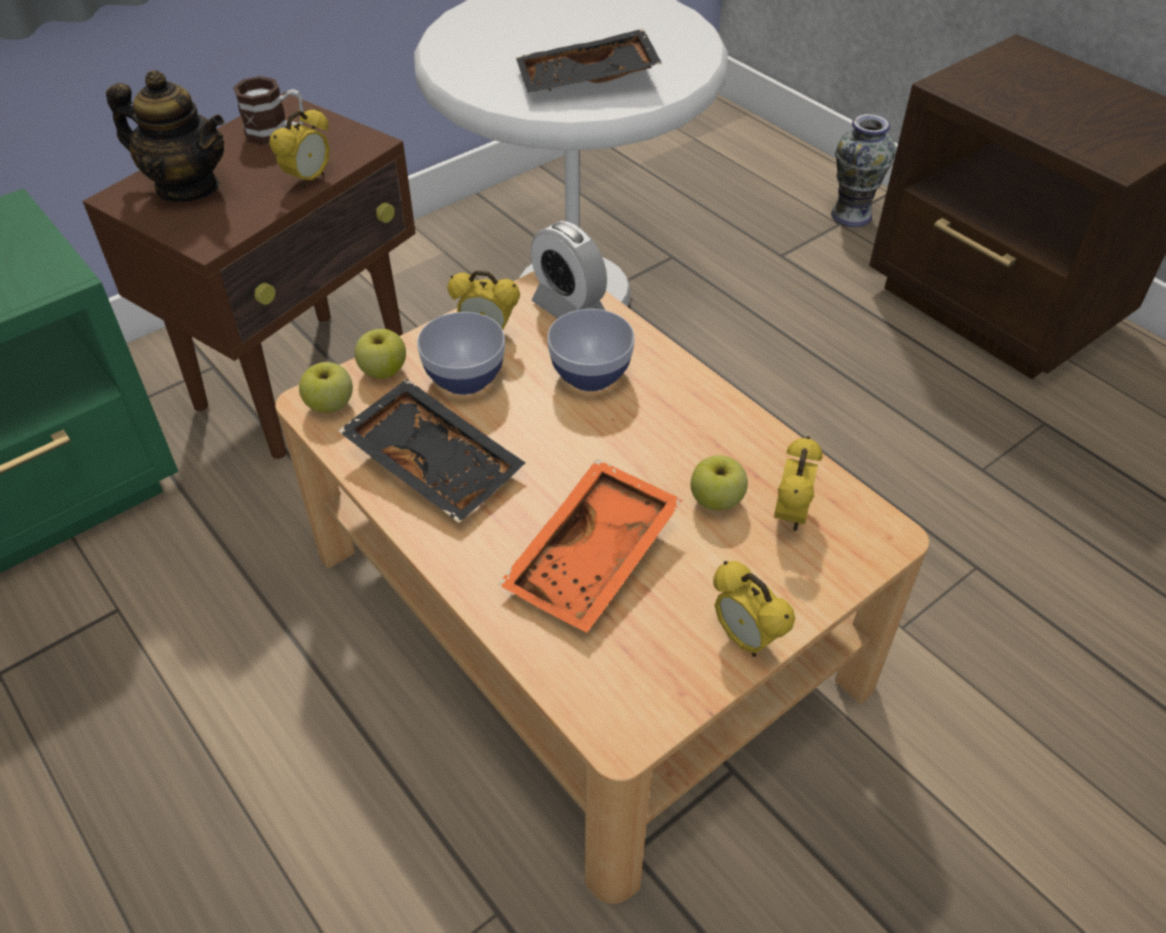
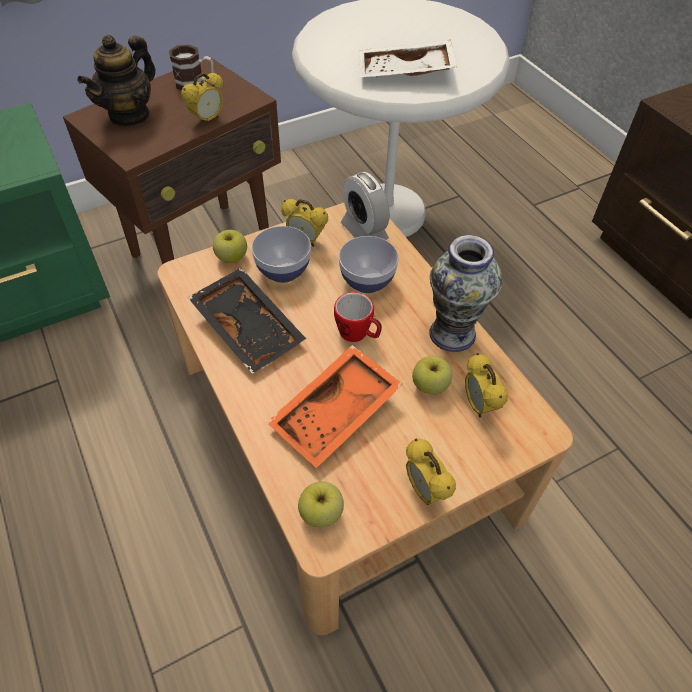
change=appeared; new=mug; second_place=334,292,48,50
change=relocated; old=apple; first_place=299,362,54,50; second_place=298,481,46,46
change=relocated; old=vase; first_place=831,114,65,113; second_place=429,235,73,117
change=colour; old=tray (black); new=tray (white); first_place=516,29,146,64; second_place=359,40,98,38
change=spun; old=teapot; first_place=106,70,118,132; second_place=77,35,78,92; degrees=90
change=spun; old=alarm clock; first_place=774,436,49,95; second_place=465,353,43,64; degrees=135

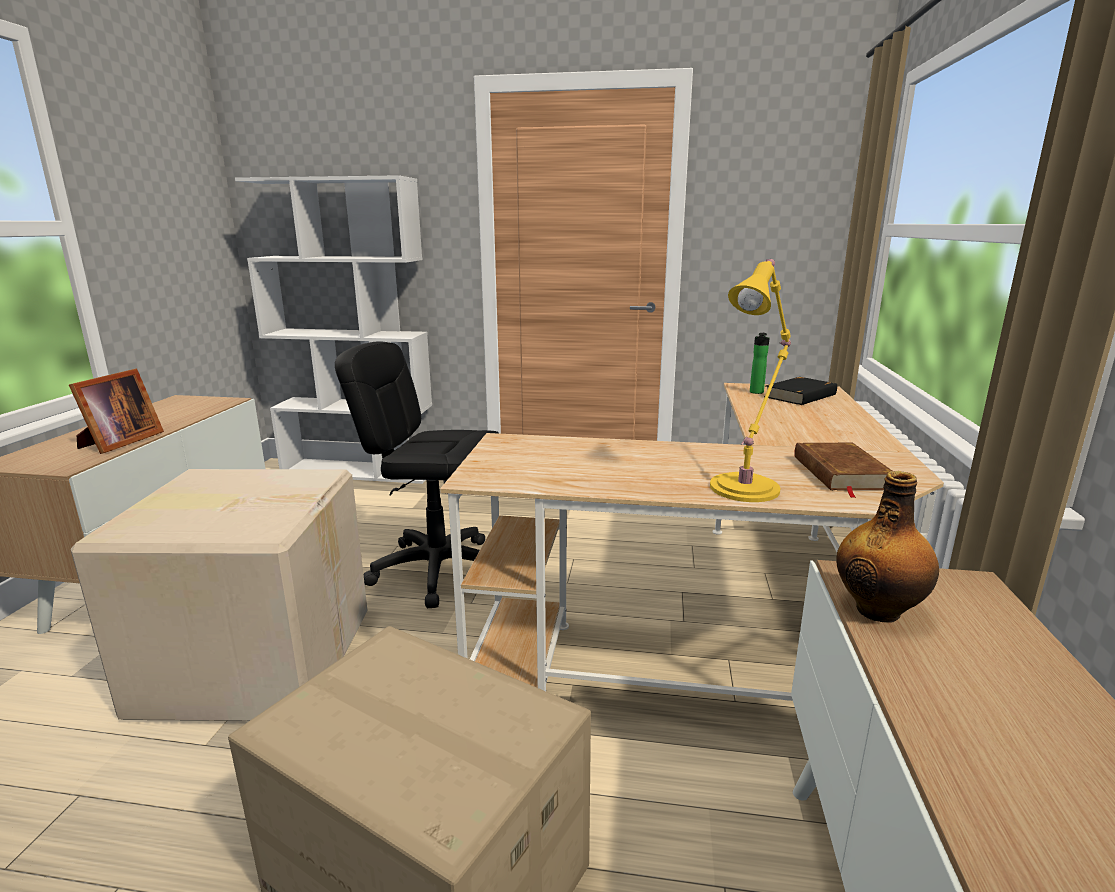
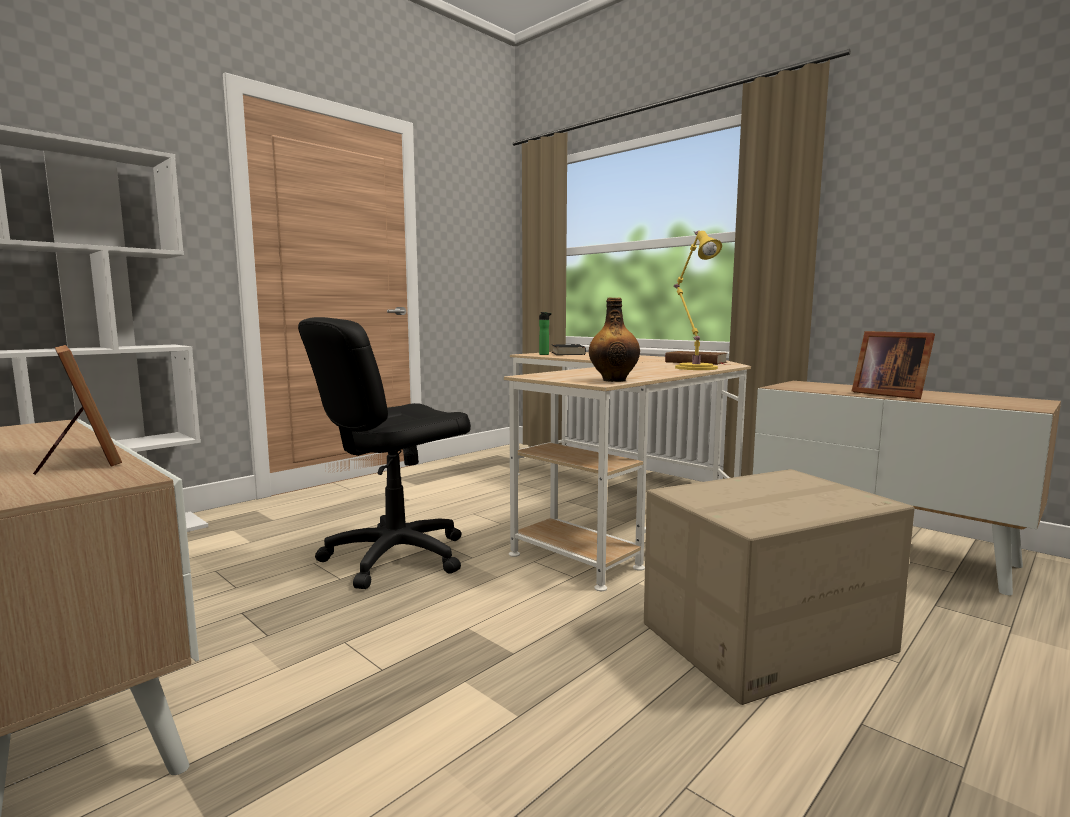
change=missing; old=cardboard box; first_place=70,469,298,252
change=appeared; new=picture frame; second_place=852,331,83,68
change=relocated; old=bottle; first_place=836,471,103,152; second_place=589,298,51,84

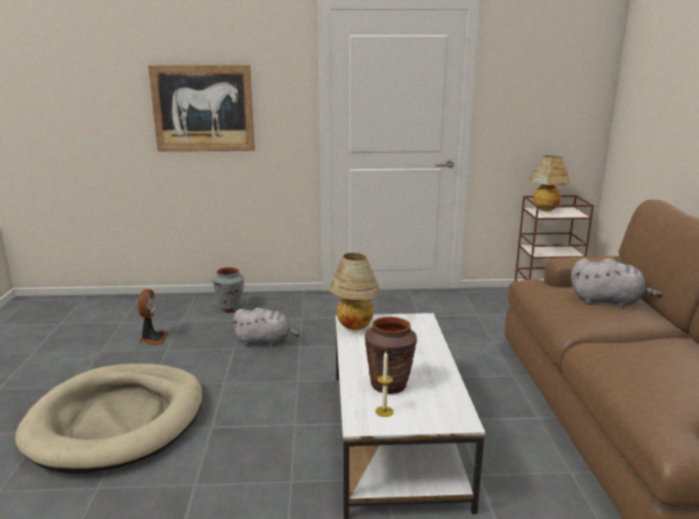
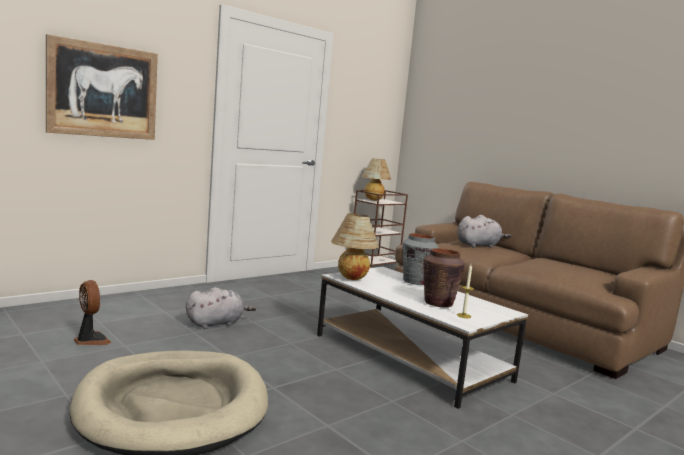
change=relocated; old=vase (grey); first_place=213,267,31,46; second_place=403,233,36,52

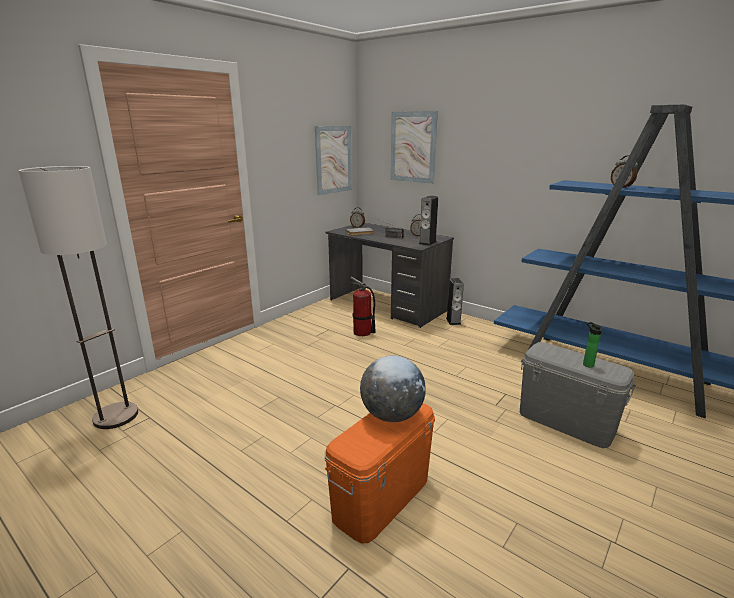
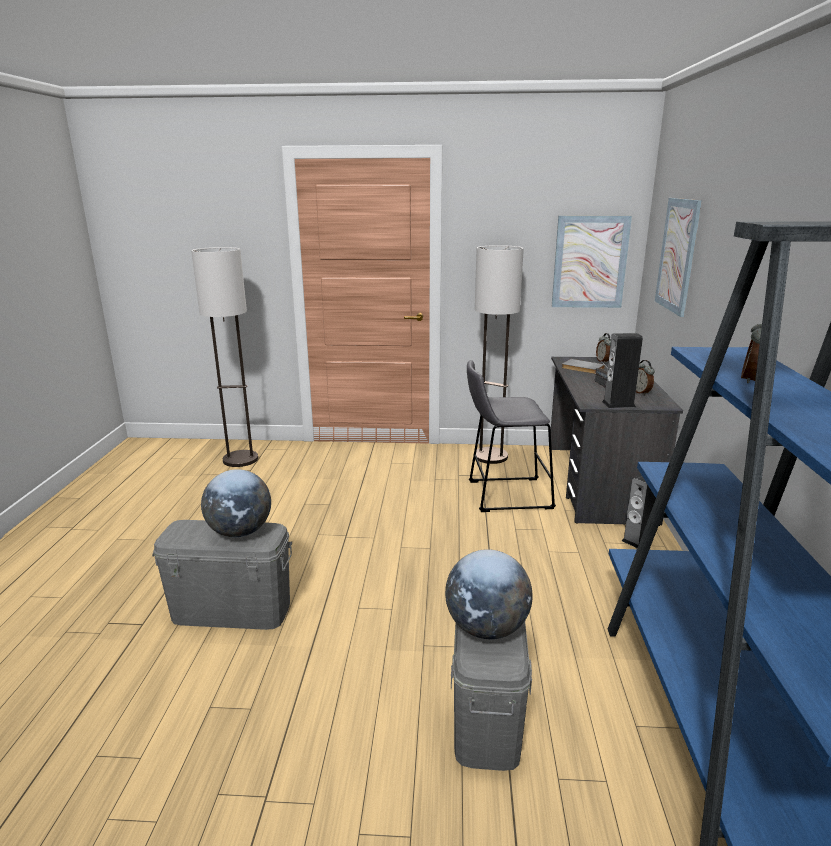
change=appeared; new=floor lamp; second_place=475,245,49,219
change=exchanged; old=fire extinguisher; new=stool (grey); first_place=351,277,25,59; second_place=467,360,89,152
change=exchanged; old=bottle; new=globe; first_place=583,322,19,46; second_place=445,549,88,90
change=colour; old=storage box (orange); new=storage box (grey); first_place=325,403,110,141; second_place=152,520,140,110

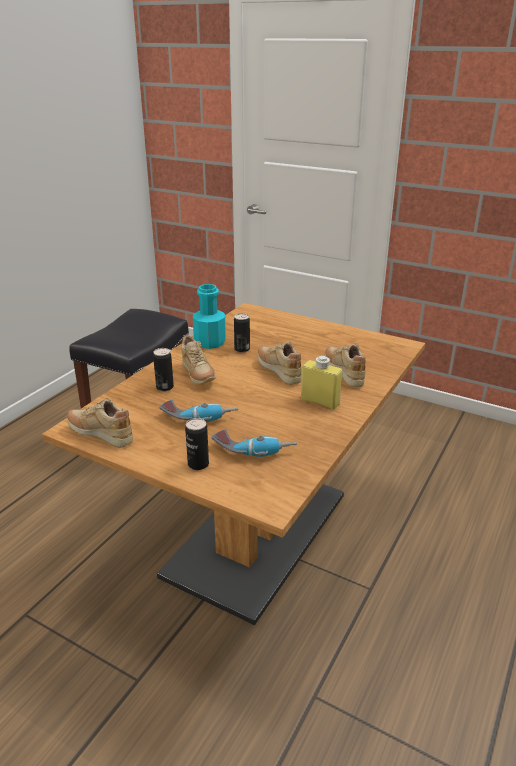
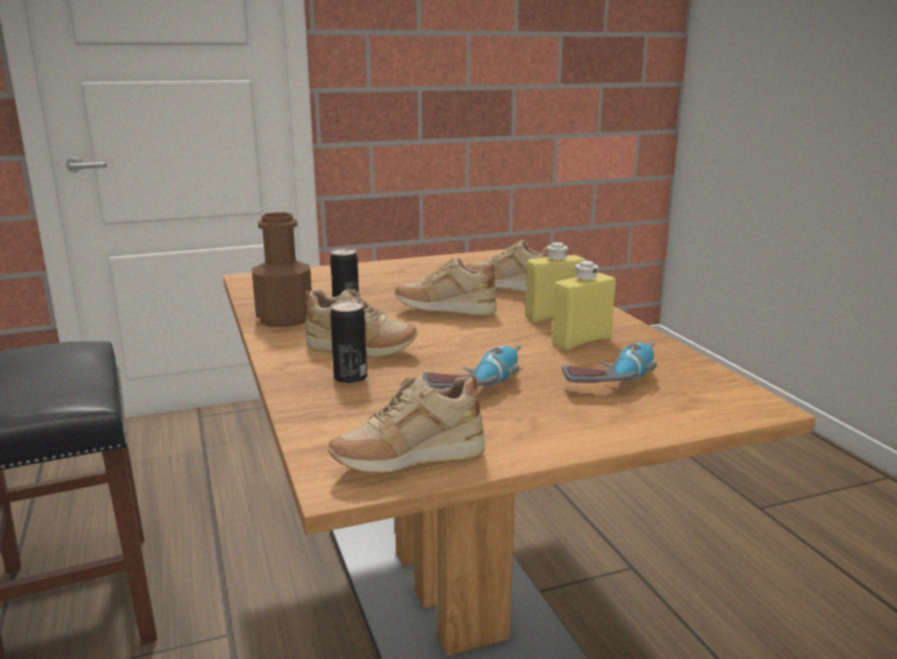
change=missing; old=can; first_place=185,418,24,52
change=appeared; new=bottle (yellow); second_place=552,261,64,89
change=colour; old=bottle (turquoise); new=bottle (brown); first_place=193,284,33,65; second_place=252,212,60,115

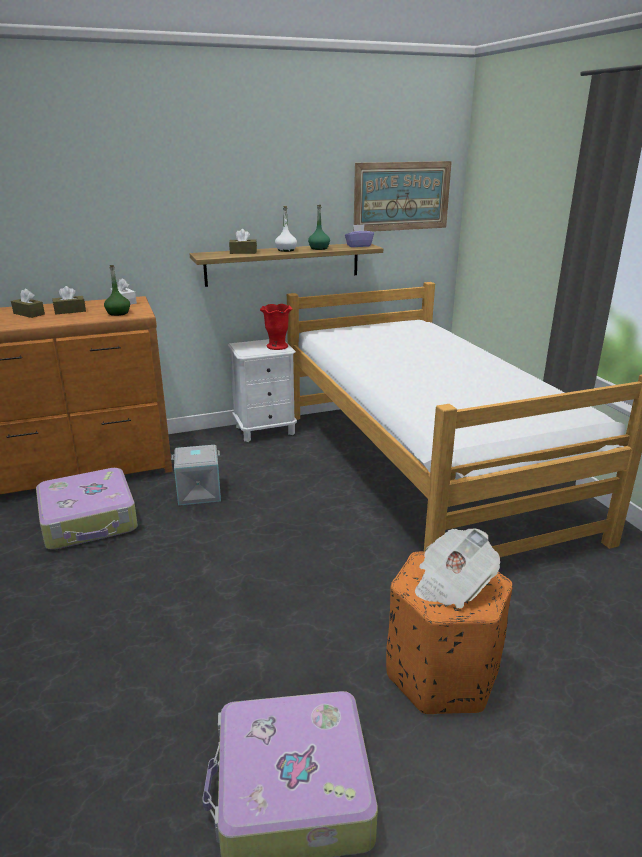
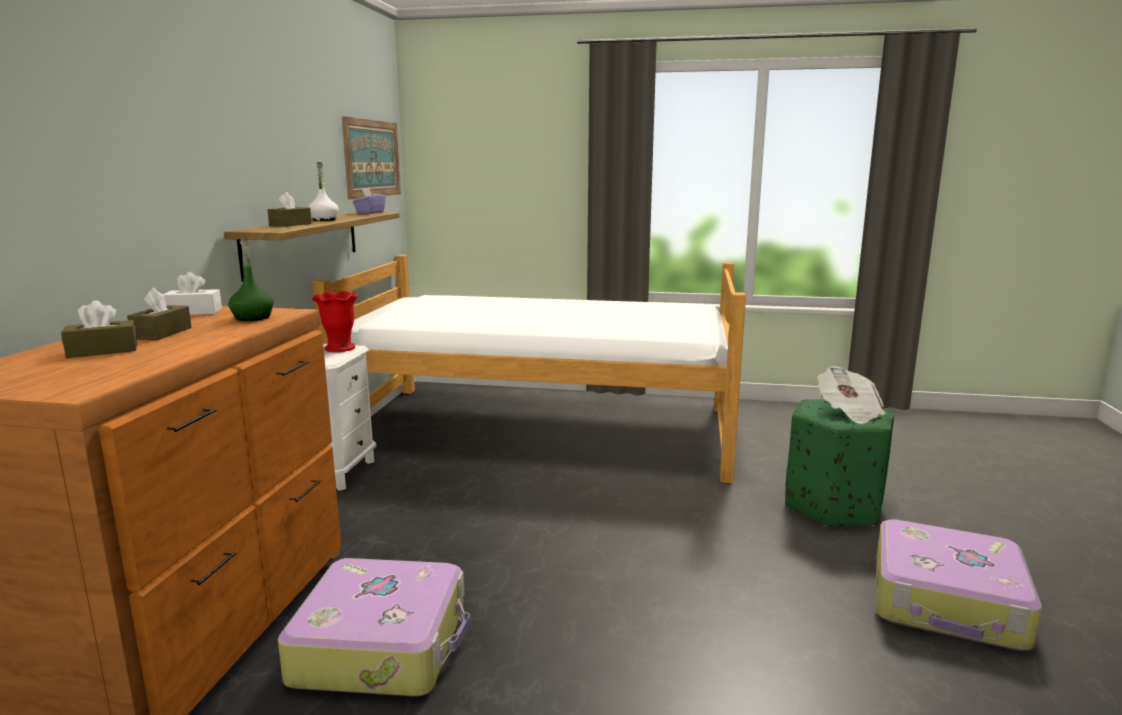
change=missing; old=storage box (grey); first_place=171,445,50,61
change=missing; old=bottle (green); first_place=308,205,22,45
change=colour; old=ottoman (orange); new=ottoman (green); first_place=386,552,127,162; second_place=785,399,109,128

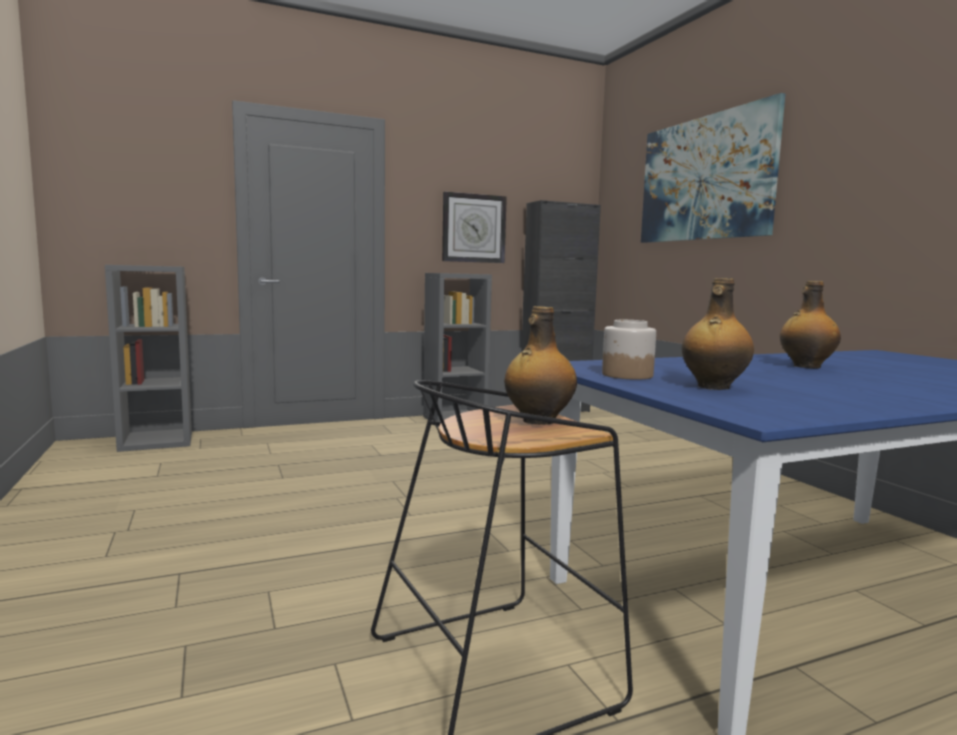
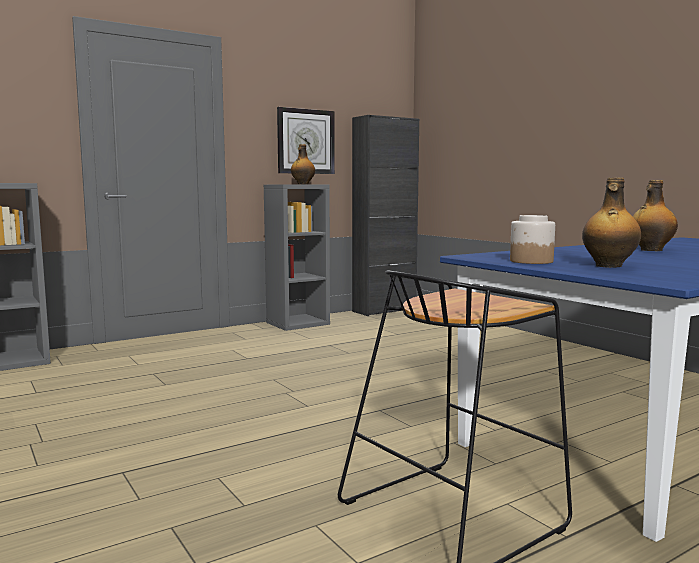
change=missing; old=picture; first_place=641,93,144,150
change=relocated; old=bottle; first_place=504,306,73,119; second_place=291,144,24,40

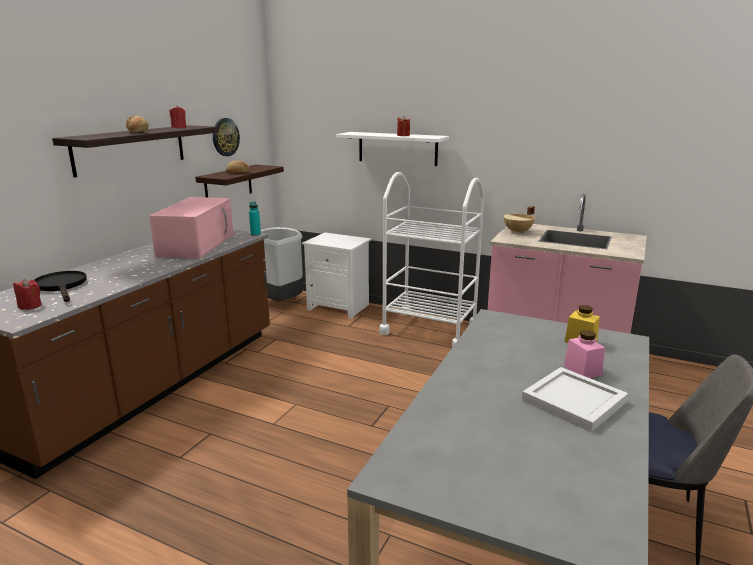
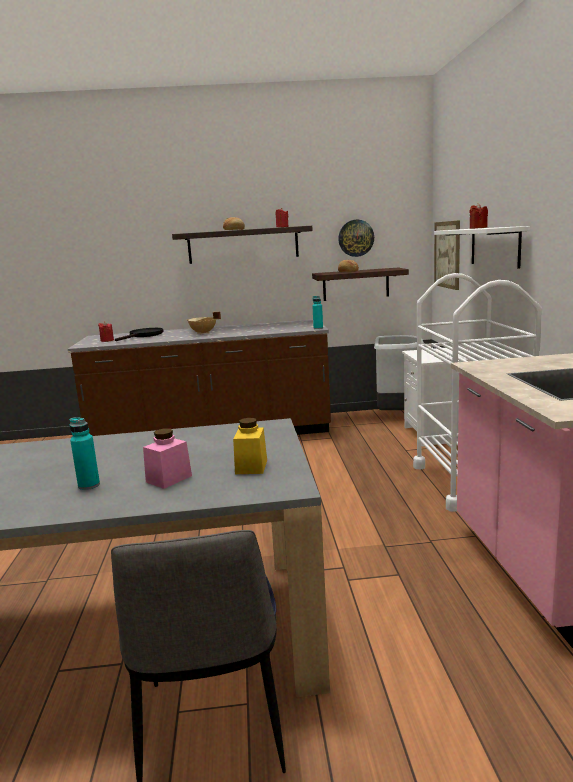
change=missing; old=microwave (pink); first_place=149,197,85,62
change=appeared; new=picture; second_place=434,220,26,70
change=relocated; old=cooking pot (beige); first_place=503,206,32,28; second_place=186,312,35,22
change=exchanged; old=tray (white); new=bottle (turquoise); first_place=522,367,106,65; second_place=70,417,30,73

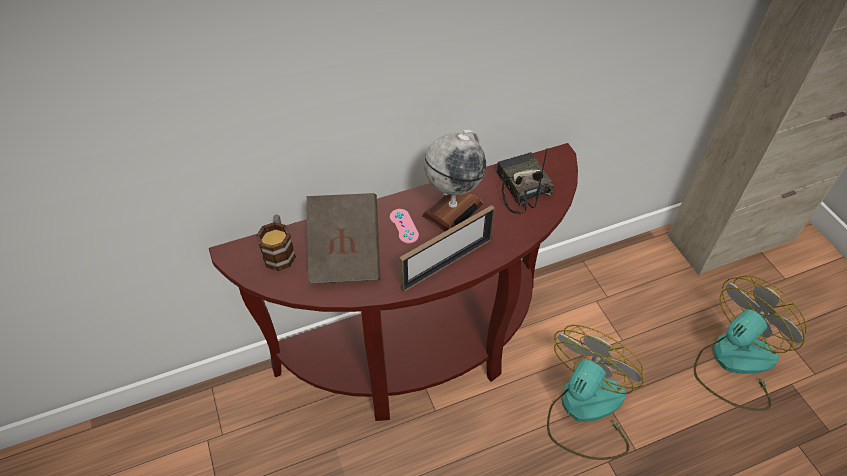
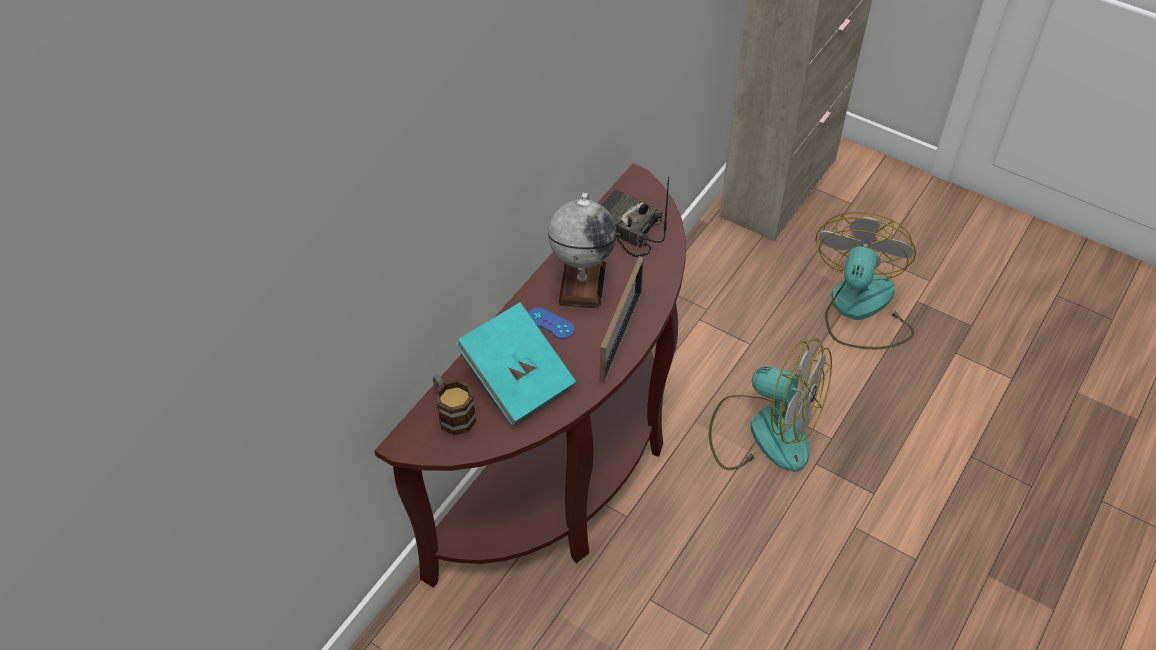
change=colour; old=book (brown); new=book (turquoise); first_place=307,193,74,91; second_place=456,302,120,123
change=colour; old=game controller (pink); new=game controller (blue); first_place=390,209,29,34; second_place=528,308,47,31
change=spun; old=fan; first_place=547,325,97,135; second_place=709,339,123,133; degrees=120

